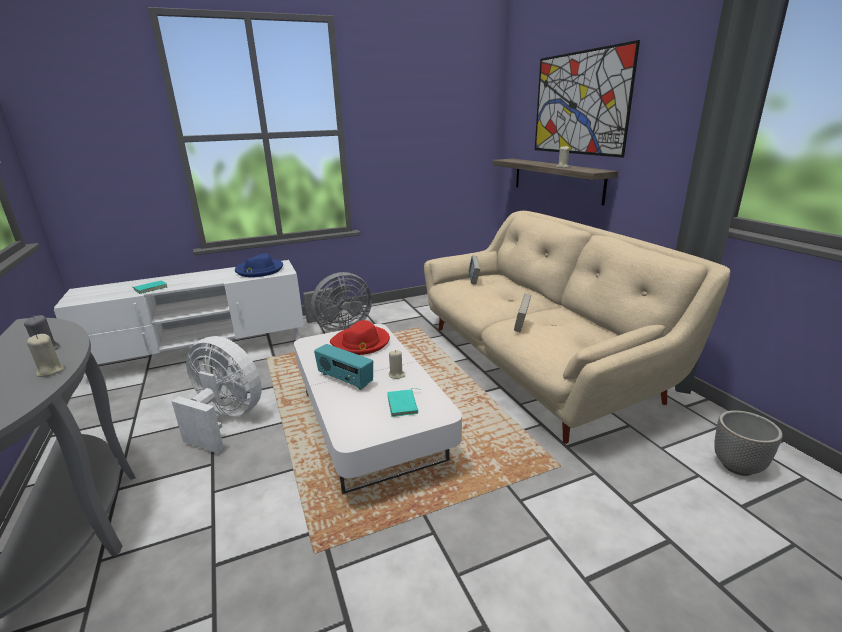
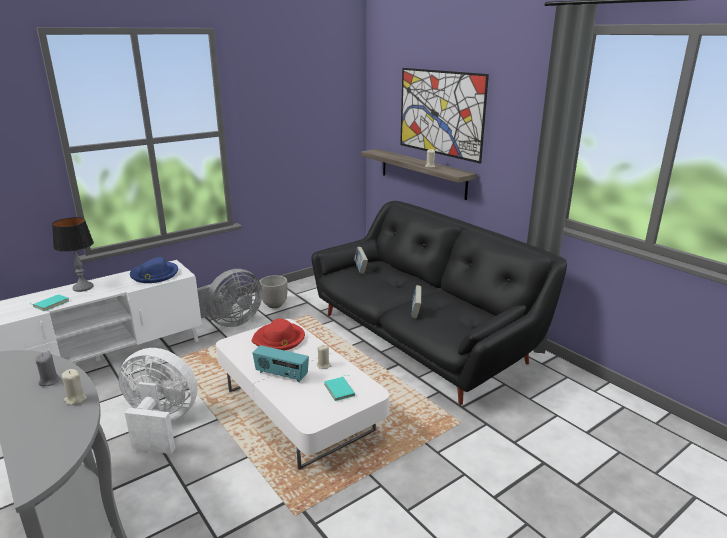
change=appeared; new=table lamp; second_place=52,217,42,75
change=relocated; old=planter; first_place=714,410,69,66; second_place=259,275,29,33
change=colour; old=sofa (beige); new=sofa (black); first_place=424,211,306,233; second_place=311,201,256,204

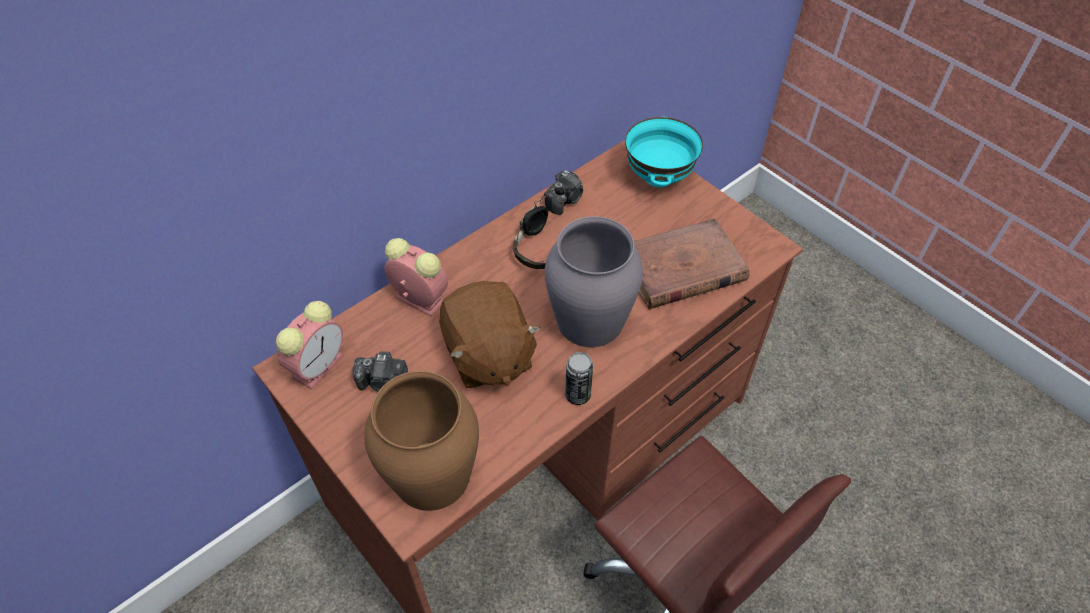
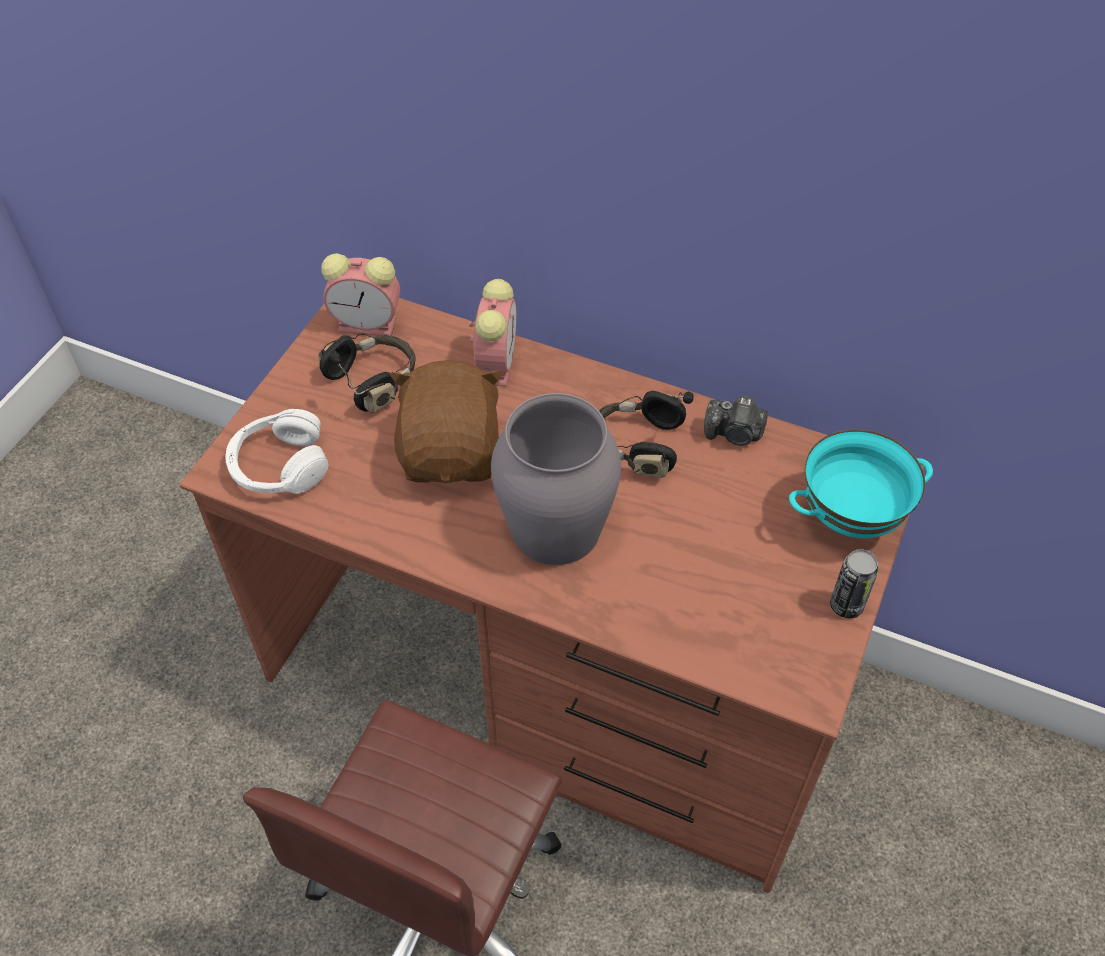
change=missing; old=book (brown); first_place=634,219,116,90
change=relocated; old=can; first_place=565,352,28,53; second_place=830,549,49,69
change=exchanged; old=photo camera; new=headphones (black); first_place=352,351,56,40; second_place=318,333,98,80
change=exchanged; old=vase (brown); new=headphones (white); first_place=365,371,114,140; second_place=225,409,104,85
change=spun; old=plush toy (brown); first_place=439,281,102,107; second_place=390,360,113,123; degrees=135

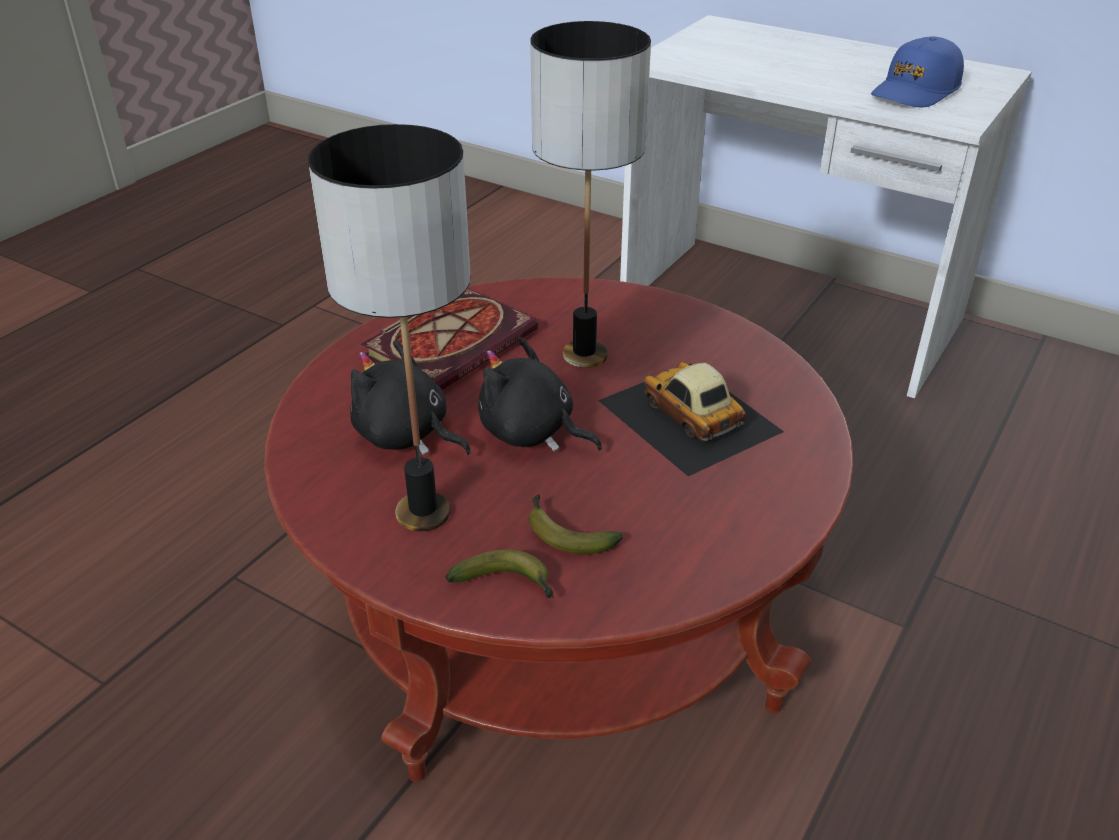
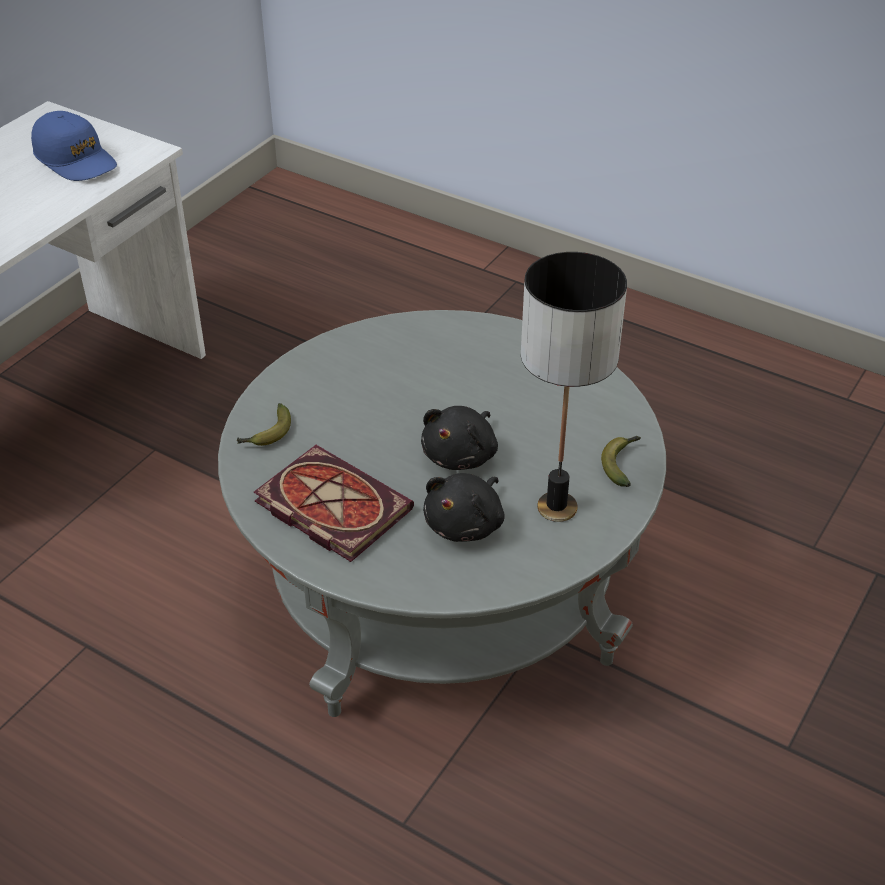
change=missing; old=table lamp; first_place=530,21,121,347
change=missing; old=toy car; first_place=598,362,186,114
change=relocated; old=banana; first_place=528,495,95,59; second_place=237,403,54,43
change=colour; old=coffee table (red); new=coffee table (grey); first_place=264,277,589,505; second_place=218,310,448,407

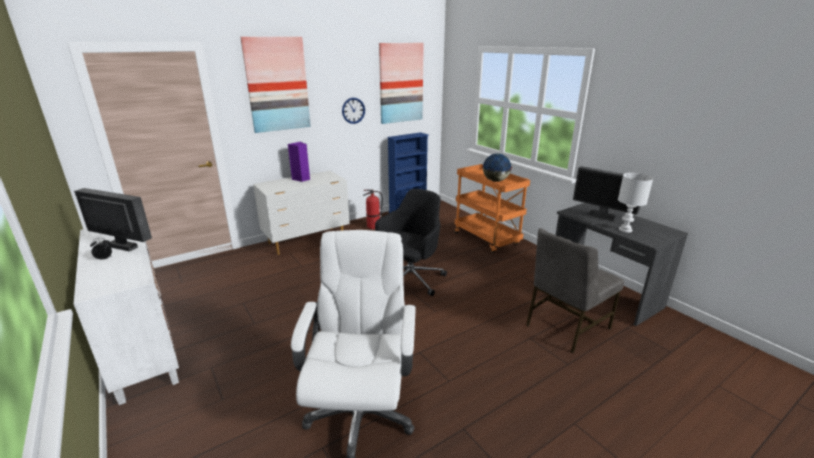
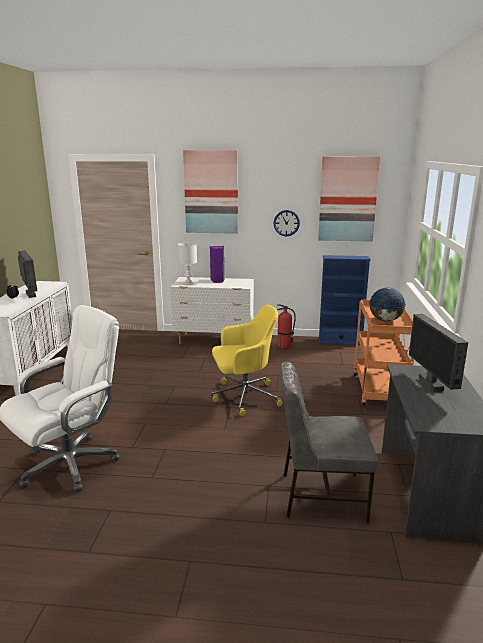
change=relocated; old=table lamp (white); first_place=618,173,35,60; second_place=178,243,19,42
change=colour; old=office chair (black); new=office chair (yellow); first_place=375,189,72,107; second_place=212,305,71,111

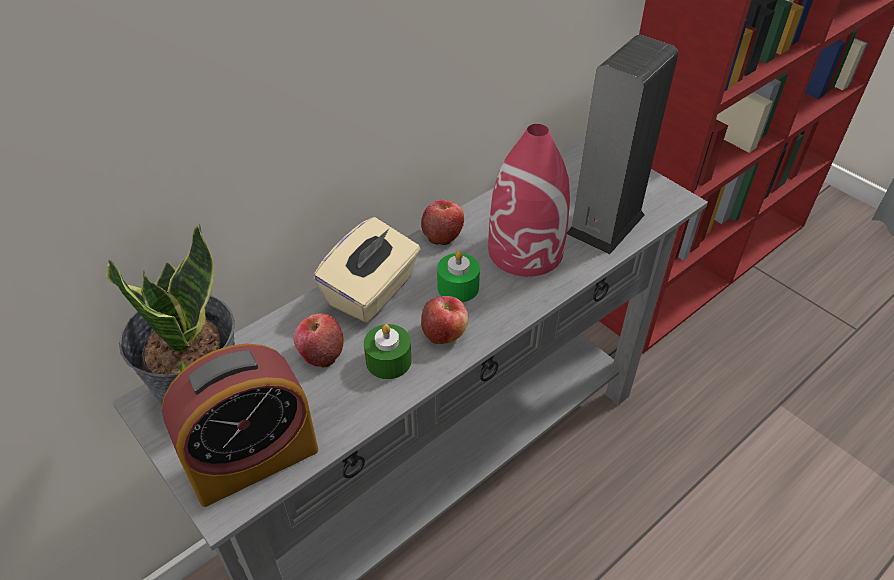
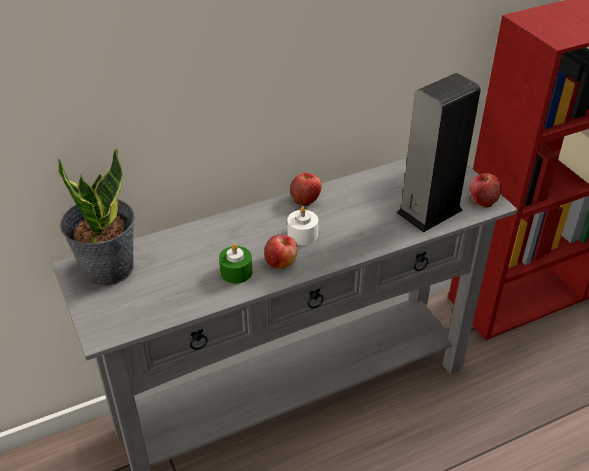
change=missing; old=alarm clock; first_place=162,344,156,163
change=missing; old=tissue box (beige); first_place=314,217,106,106
change=missing; old=vase (red); first_place=488,124,82,153
change=relocated; old=apple; first_place=293,313,51,55; second_place=470,173,31,35
change=colour; old=candle (green); new=candle (white); first_place=437,250,43,52; second_place=287,206,31,39

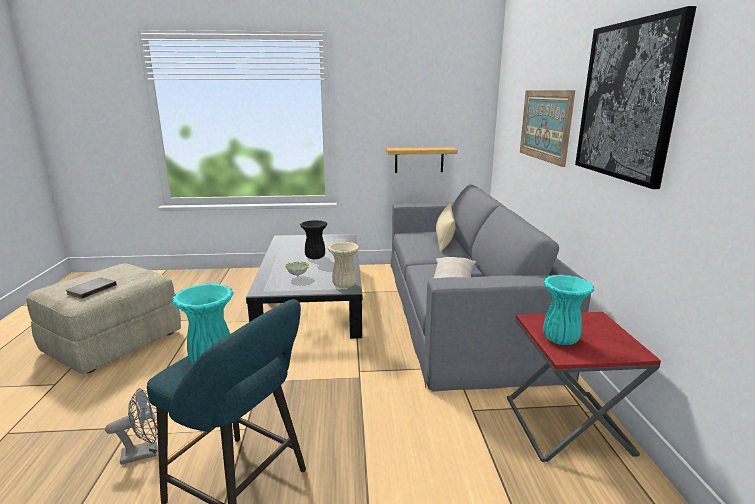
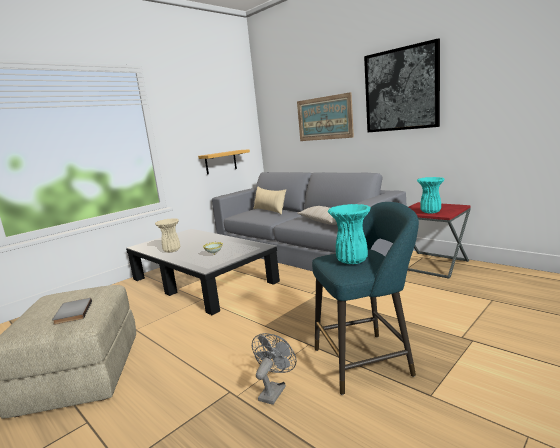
change=missing; old=vase (black); first_place=300,220,27,39
change=relocated; old=vase (beige); first_place=328,242,31,46; second_place=155,218,25,34

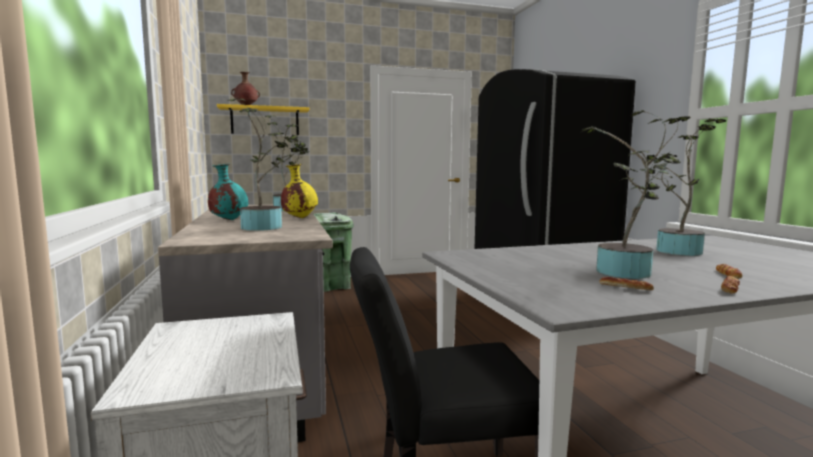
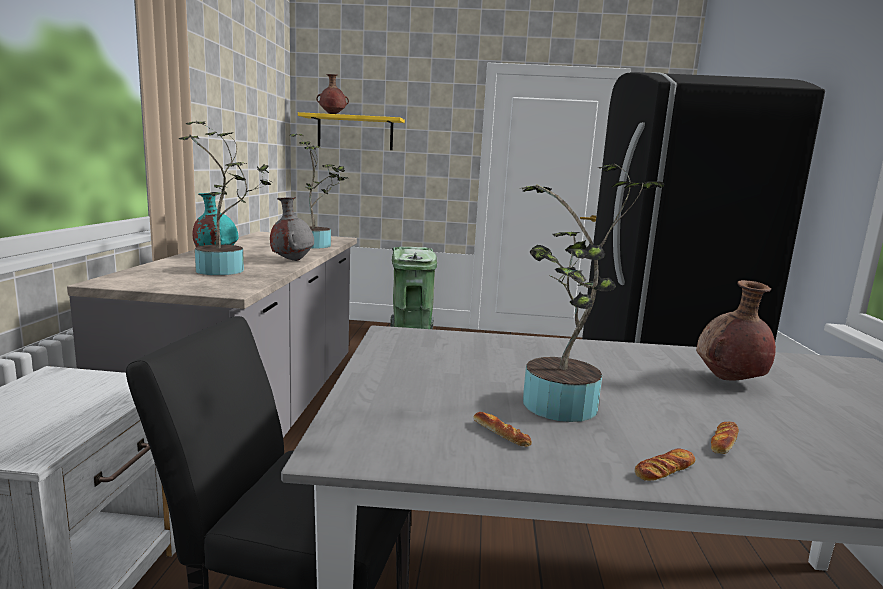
change=exchanged; old=potted plant; new=vase (brown); first_place=640,118,86,138; second_place=696,280,80,101
change=colour; old=vase (yellow); new=vase (grey); first_place=281,164,37,54; second_place=270,197,44,64

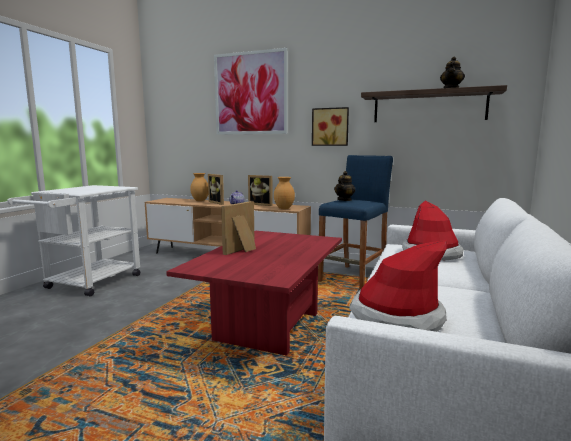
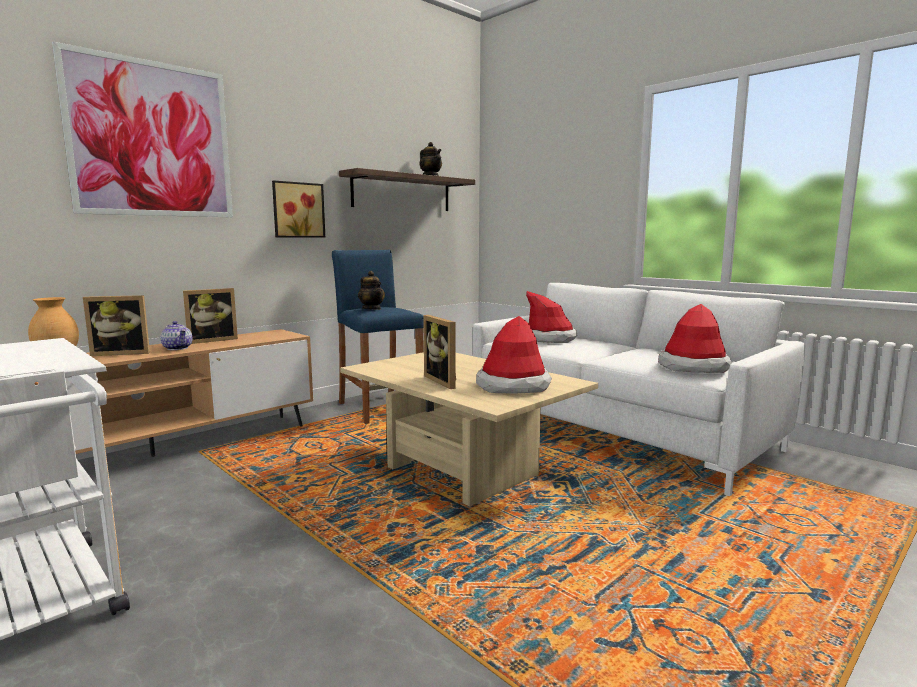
change=missing; old=vase (brown); first_place=274,177,21,32
change=appeared; new=hat; second_place=476,316,76,78
change=colour; old=coffee table (red); new=coffee table (beige); first_place=166,231,176,125; second_place=340,352,258,154

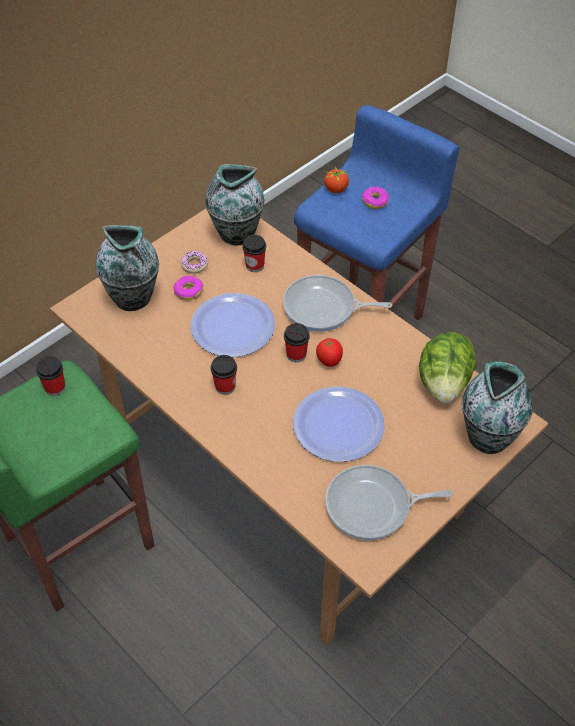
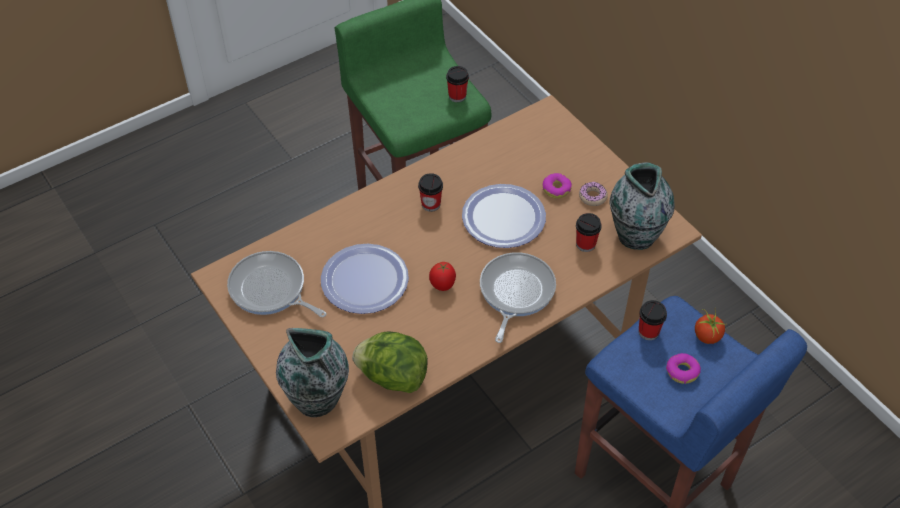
change=missing; old=vase; first_place=96,225,63,86
change=relocated; old=cup; first_place=284,323,26,39; second_place=639,300,28,40
change=spun; old=frying pan; first_place=326,465,127,75; second_place=227,251,100,66; degrees=-60

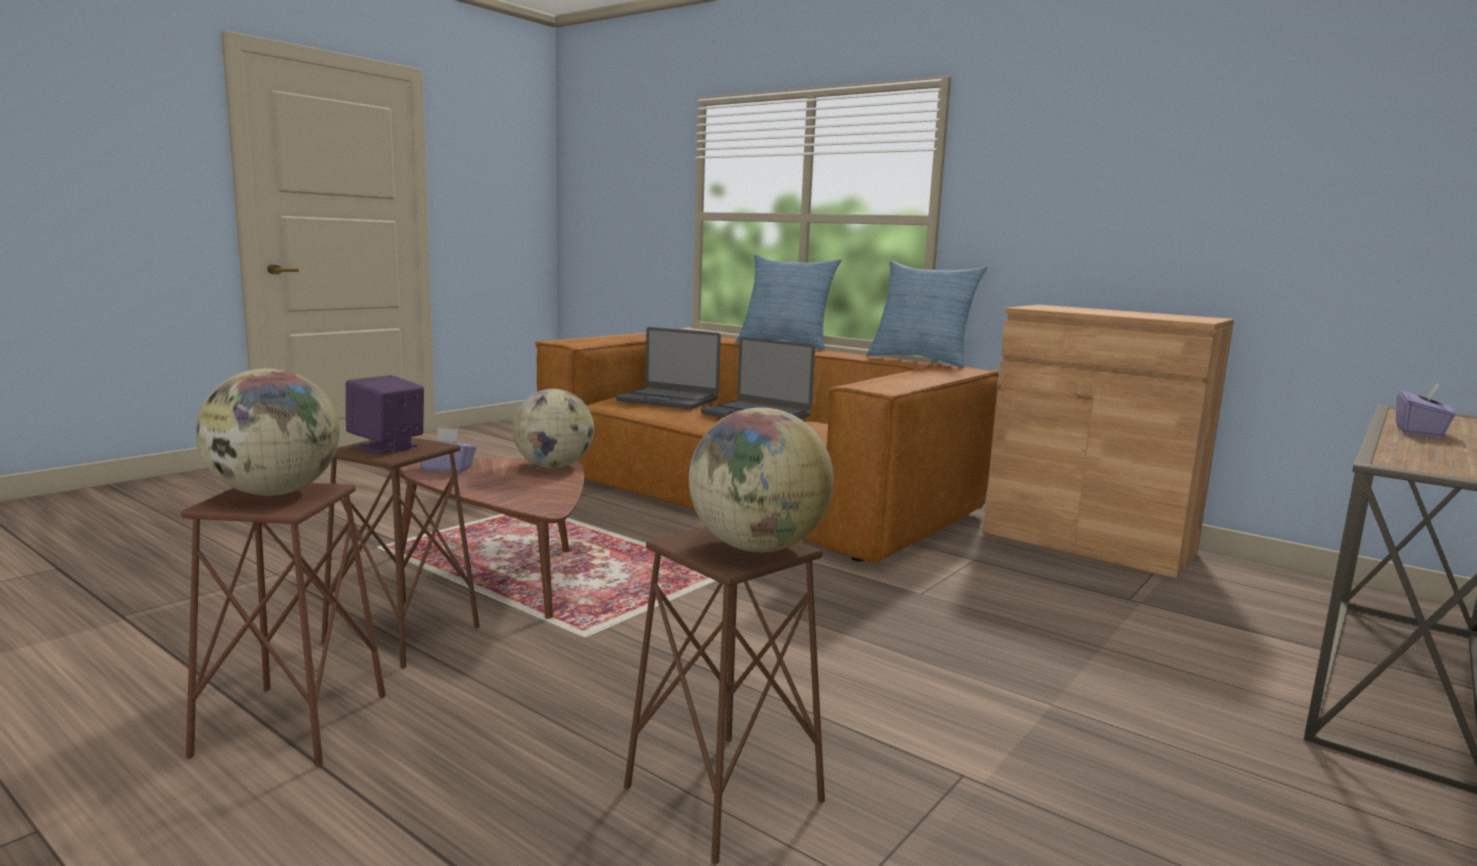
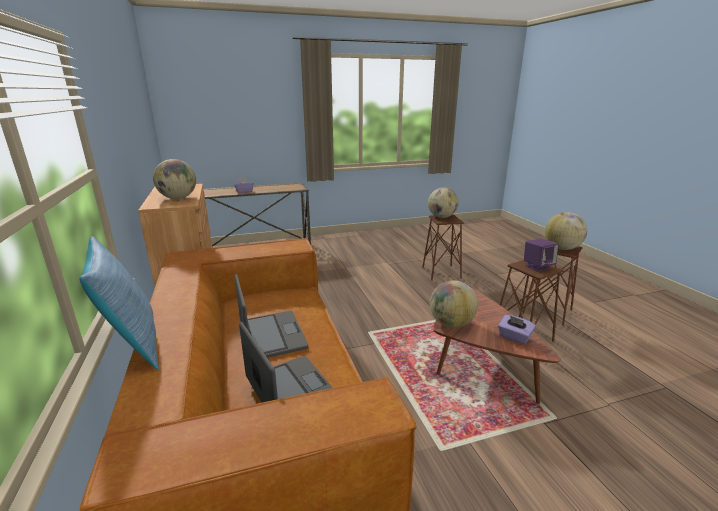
change=missing; old=pillow; first_place=867,261,120,107
change=appeared; new=globe; second_place=153,159,43,40

